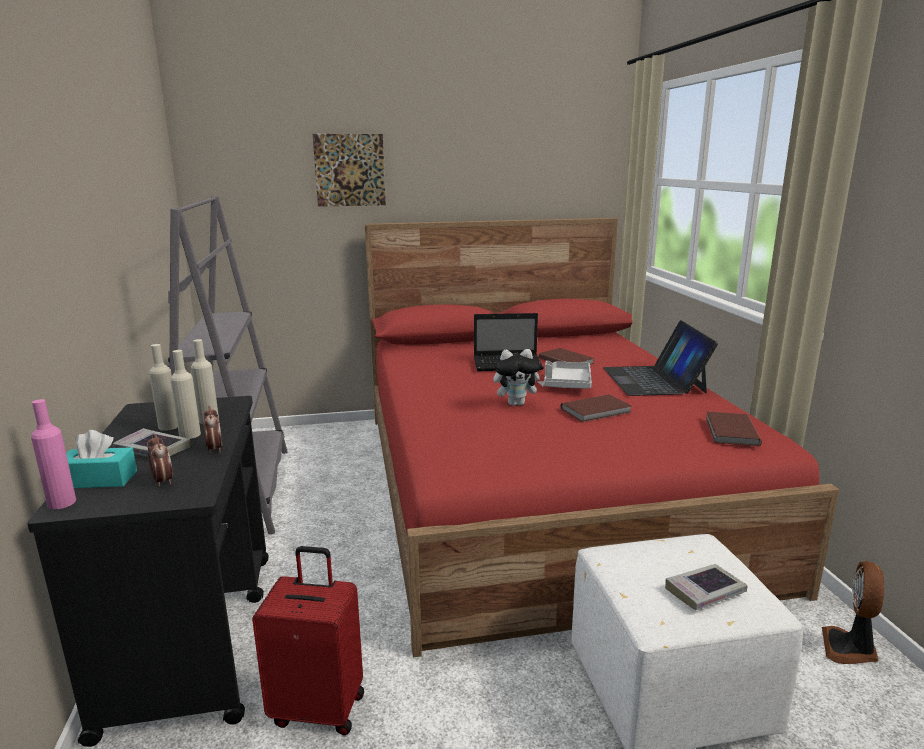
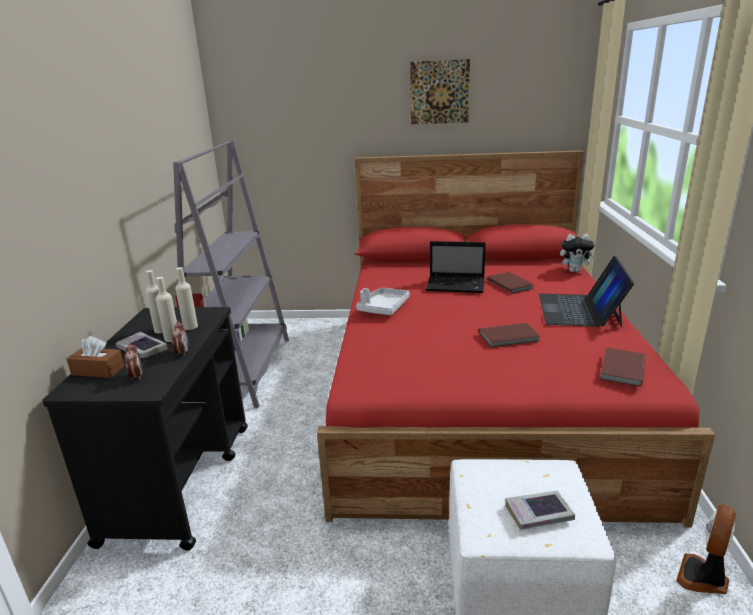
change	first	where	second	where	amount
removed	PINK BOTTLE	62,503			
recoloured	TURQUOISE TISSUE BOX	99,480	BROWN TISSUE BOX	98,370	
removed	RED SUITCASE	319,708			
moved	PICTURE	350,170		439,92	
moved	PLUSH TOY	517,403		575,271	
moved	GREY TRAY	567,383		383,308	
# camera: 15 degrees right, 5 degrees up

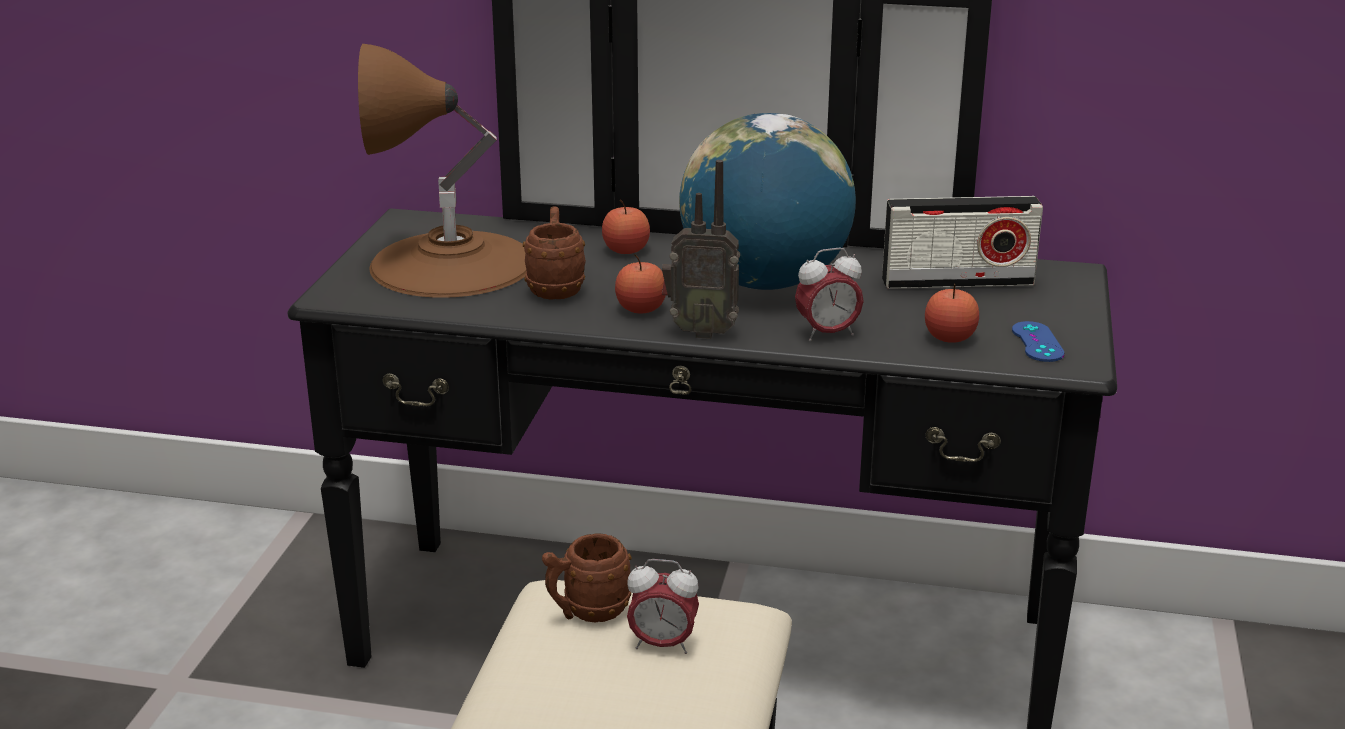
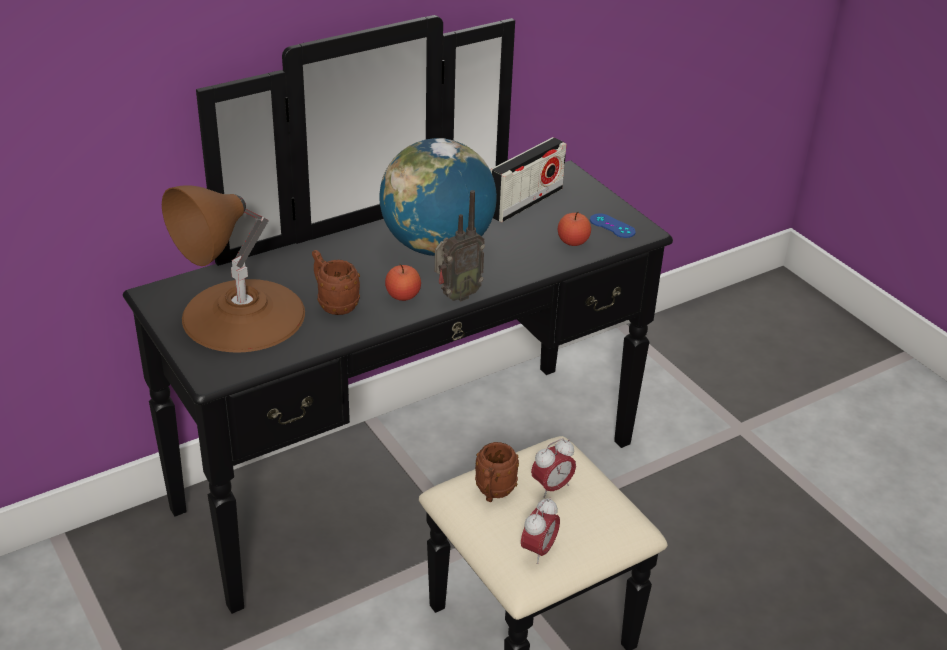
change	first	where	second	where	amount
removed	APPLE	626,250			
moved	ALARM CLOCK	827,334		538,550	
# camera: 45 degrees left, 10 degrees up

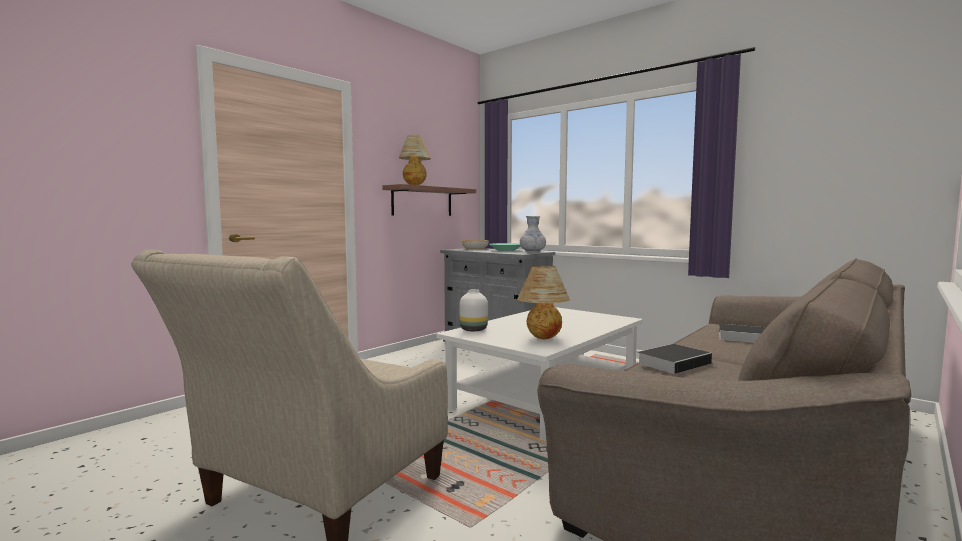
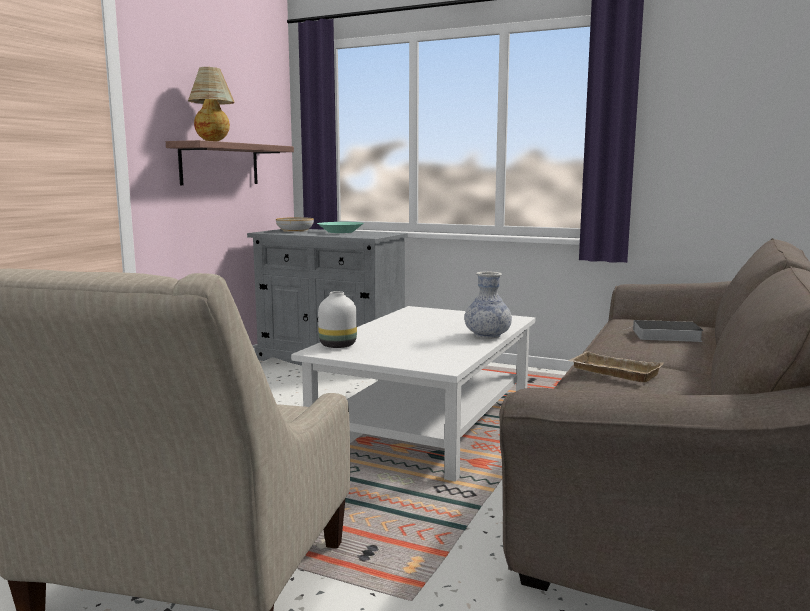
change	first	where	second	where	amount
removed	TABLE LAMP	542,338			
moved	VASE	532,252		487,335	
replaced	BOOK	674,362	BEIGE TRAY	612,373	
# camera: 15 degrees left, 5 degrees up

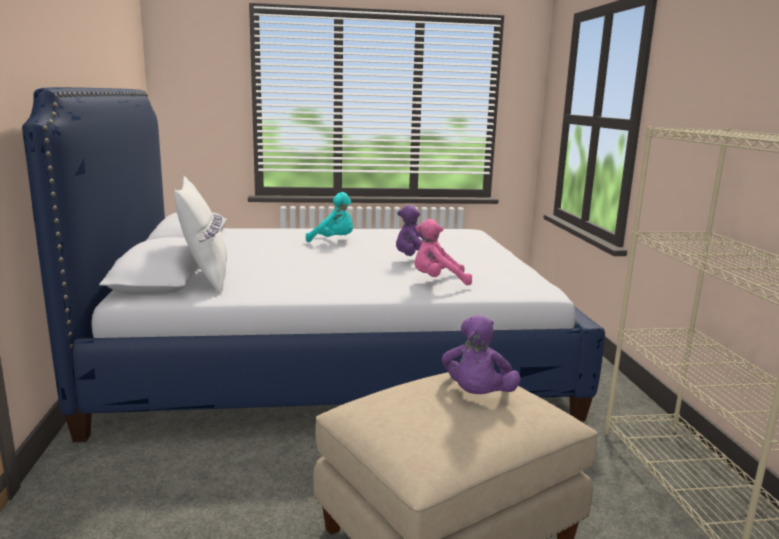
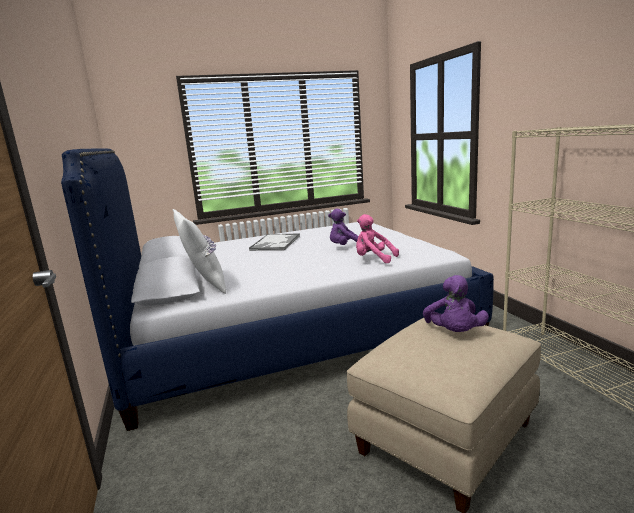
change	first	where	second	where	amount
replaced	TURQUOISE PLUSH TOY	334,241	TRAY	275,243	
turned	PINK PLUSH TOY	438,281		373,259	45 degrees clockwise
# camera: 10 degrees left, 0 degrees up

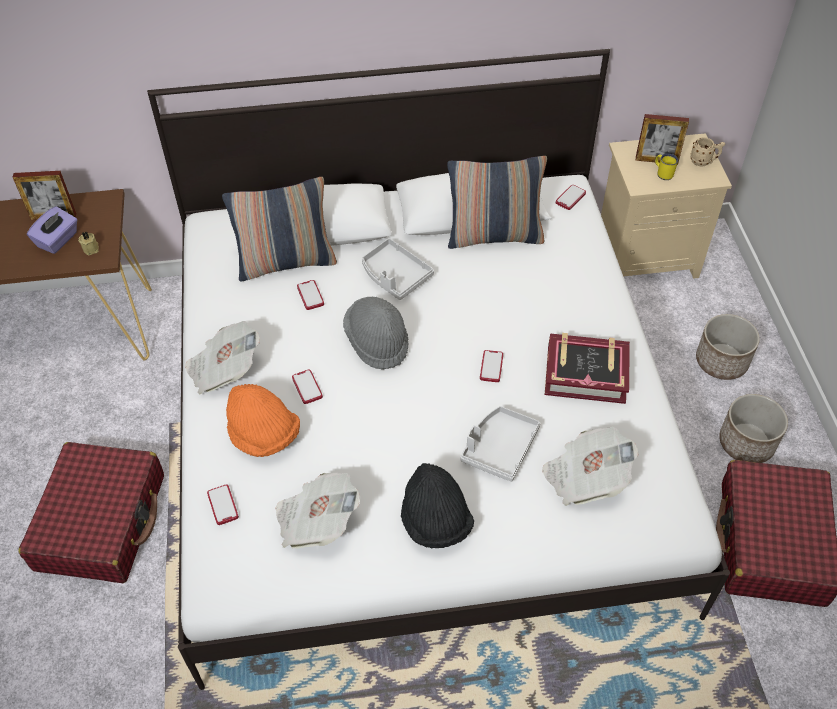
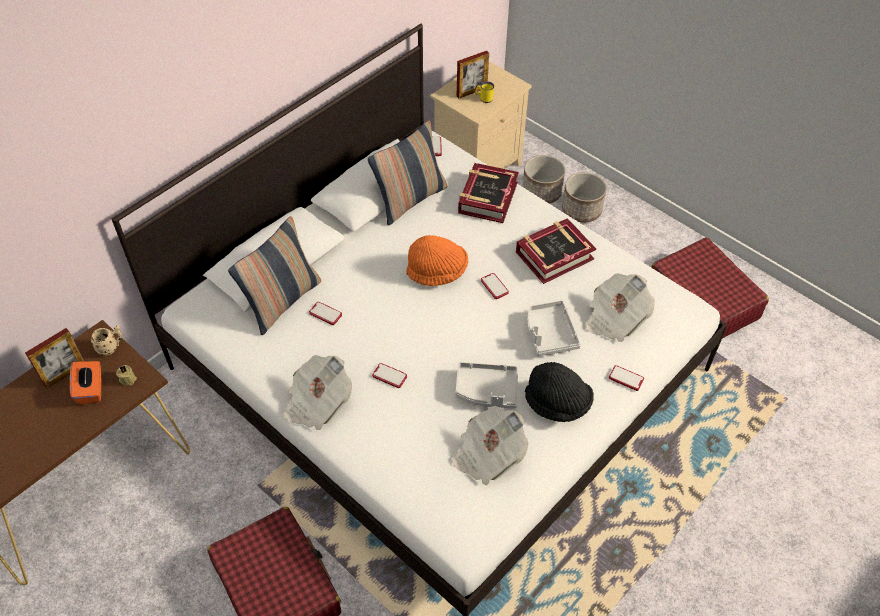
change	first	where	second	where	amount
recoloured	PURPLE TISSUE BOX	58,240	ORANGE TISSUE BOX	91,389	
moved	PHONE	223,505		626,378	
moved	ORANGE HAT	264,435		437,272	
removed	GREY HAT	377,342			
moved	GREY TRAY	395,276		487,390	
moved	BEIGE MUG	704,162		111,347	
moved	PLANTER	746,443		542,192	
added			BOOK	487,198	
# camera: 40 degrees left, 0 degrees up

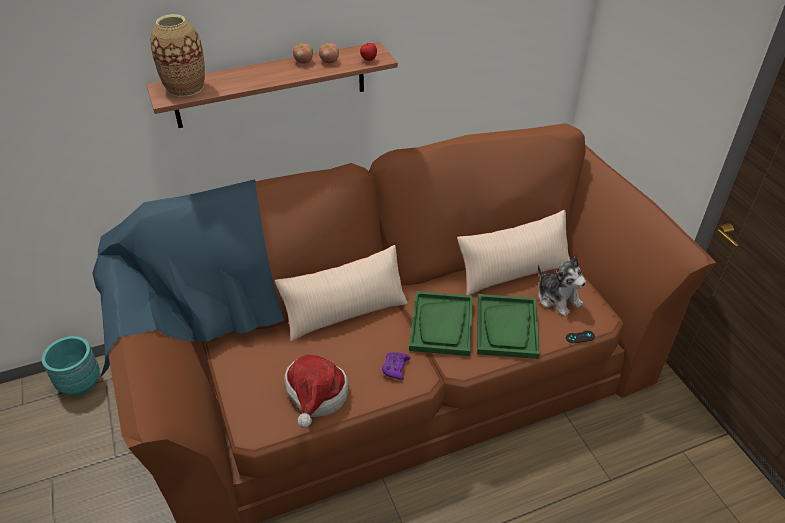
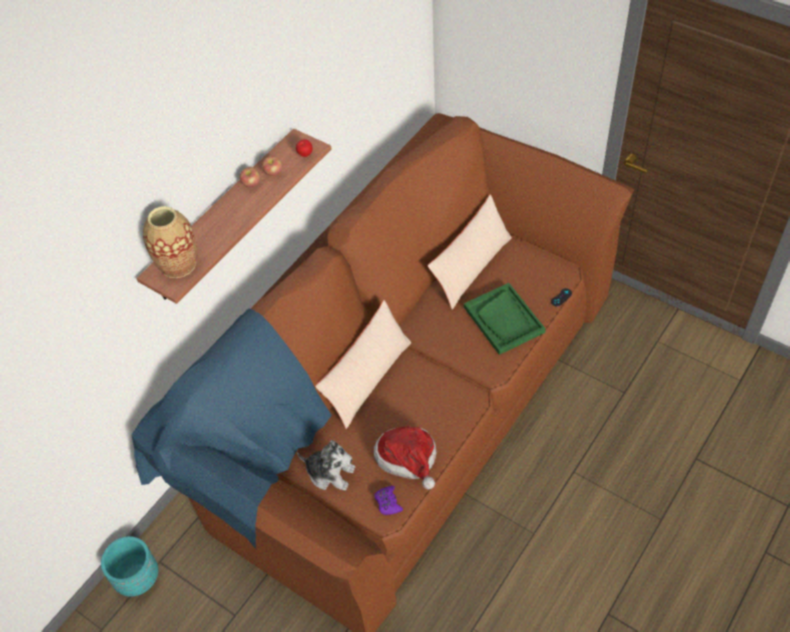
change	first	where	second	where	amount
moved	PURPLE GAME CONTROLLER	395,367		388,503	
removed	GREEN TRAY	442,325			
moved	PLUSH TOY	557,298		330,473	
# camera: 30 degrees left, 10 degrees up

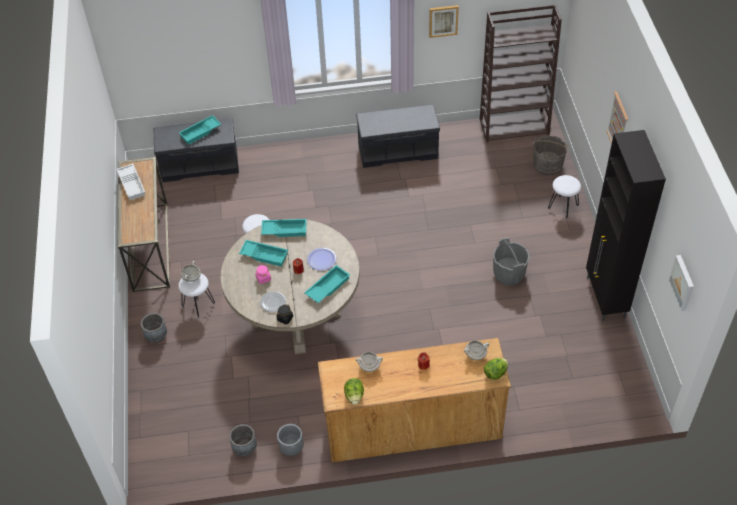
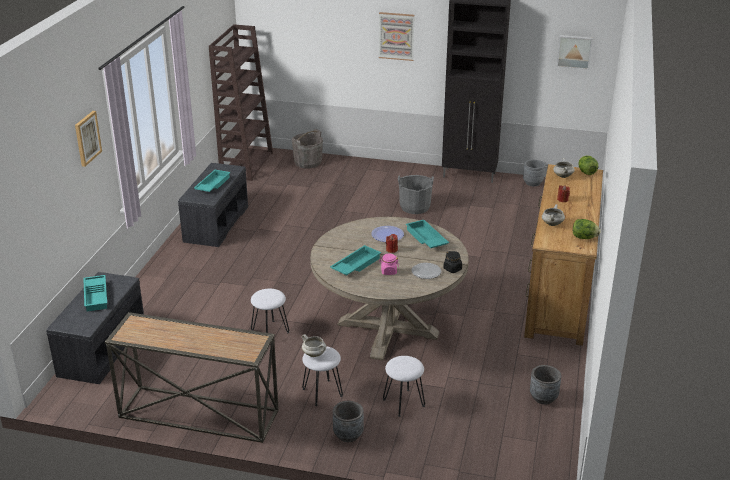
change	first	where	second	where	amount
removed	WHITE TRAY	132,184			
moved	TURQUOISE TRAY	285,229		212,184	
moved	GREY PLANTER	291,448		532,183	
moved	PICTURE	443,20		87,138	
moved	WHITE STOOL	562,207		403,403	
# camera: 70 degrees left, 20 degrees down

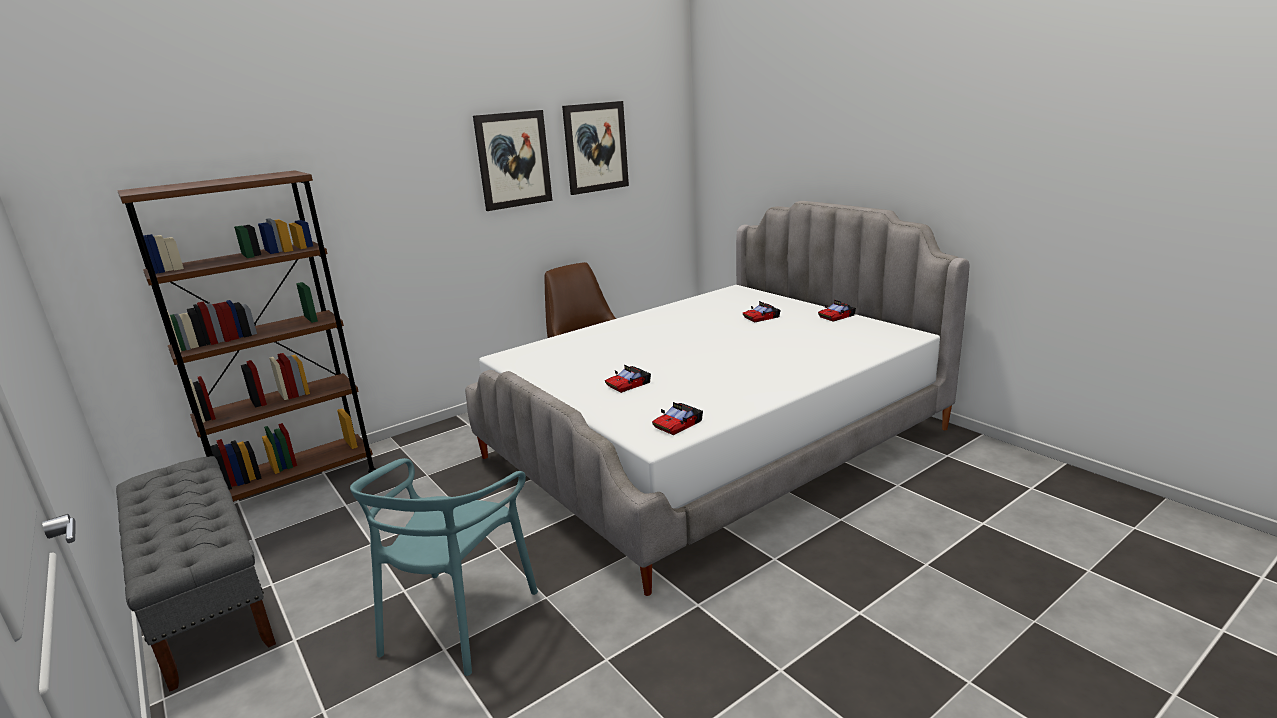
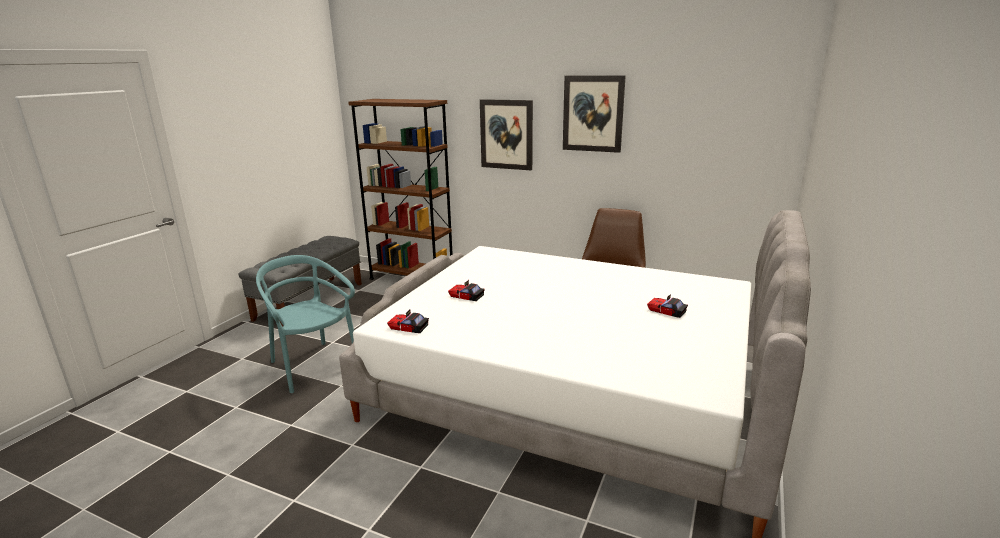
change	first	where	second	where	amount
turned	TURQUOISE CHAIR	457,619		313,366	60 degrees clockwise
moved	PICTURE	595,147		506,134	
removed	TOY CAR	836,316			
# camera: 60 degrees right, 0 degrees up

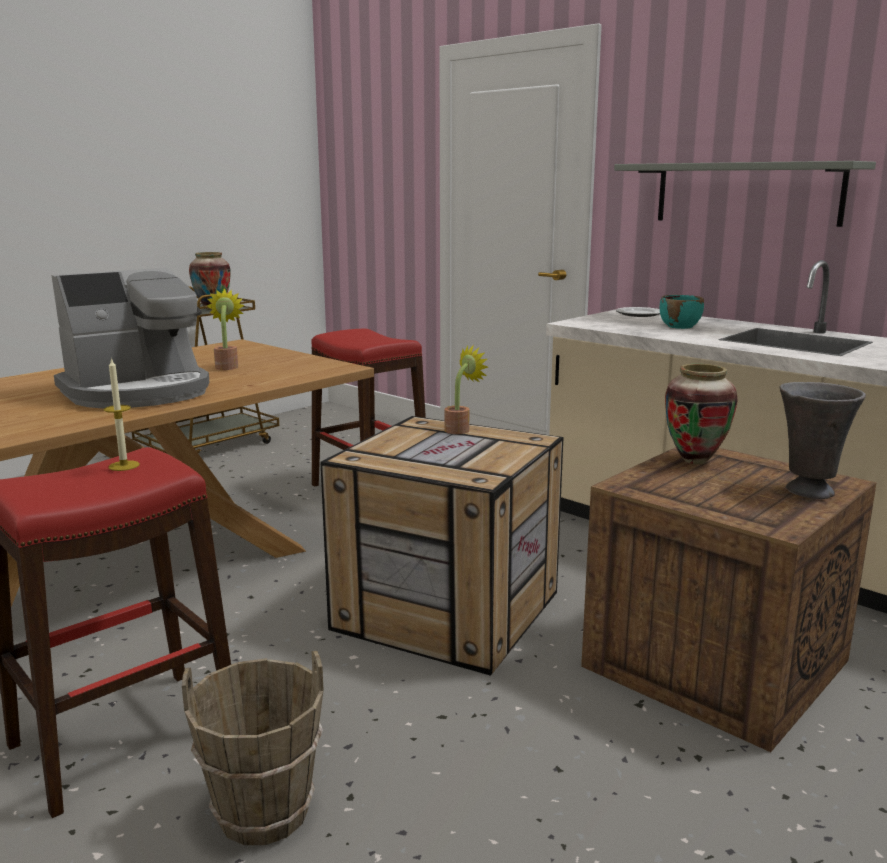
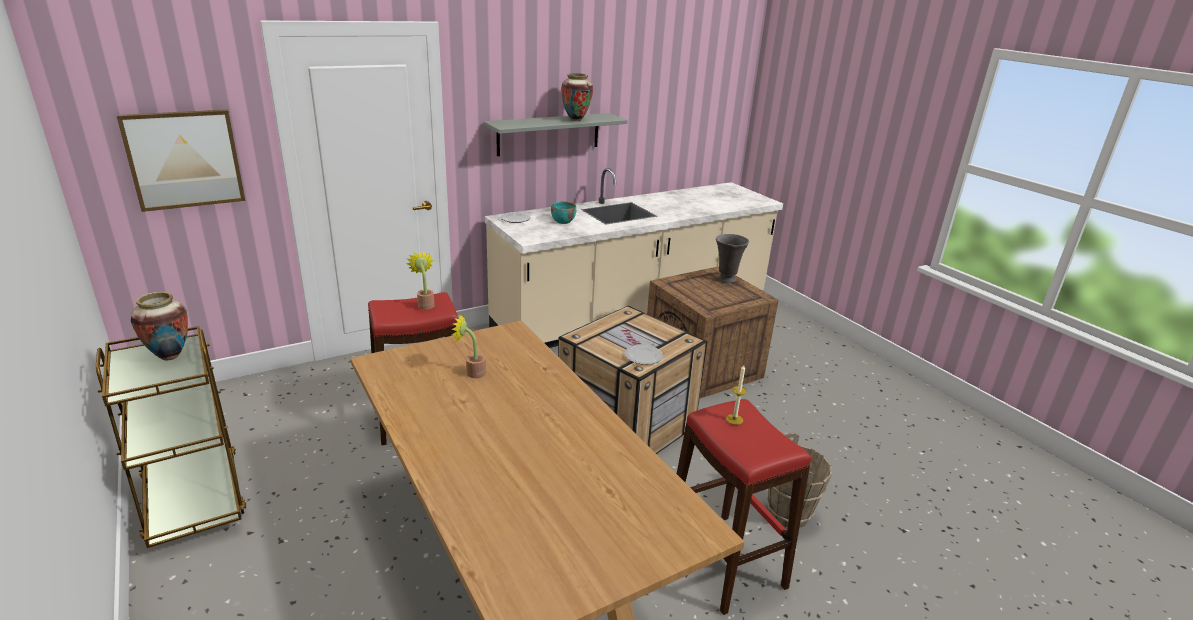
change	first	where	second	where	amount
removed	COFFEE MACHINE	138,392			
moved	POTTED PLANT	461,429		425,304	
moved	VASE	695,461		576,120	
added			PICTURE	184,159	
added			PLATE	643,357	
# camera: 75 degrees left, 10 degrees up

